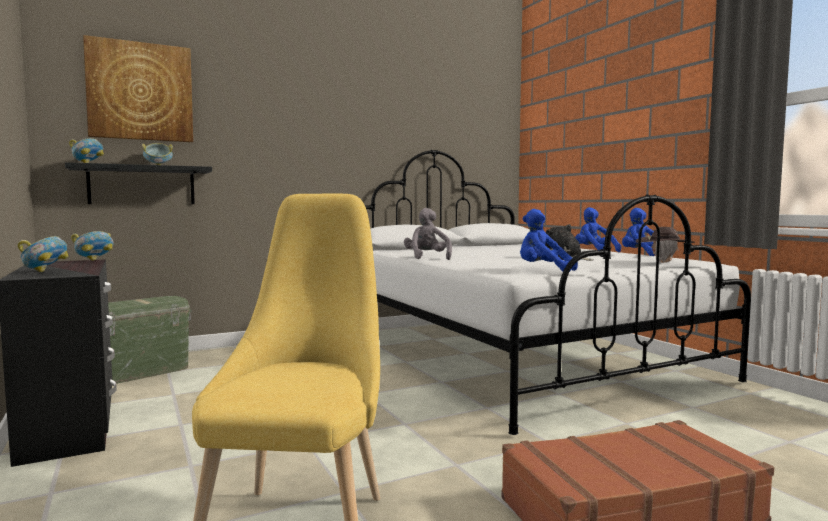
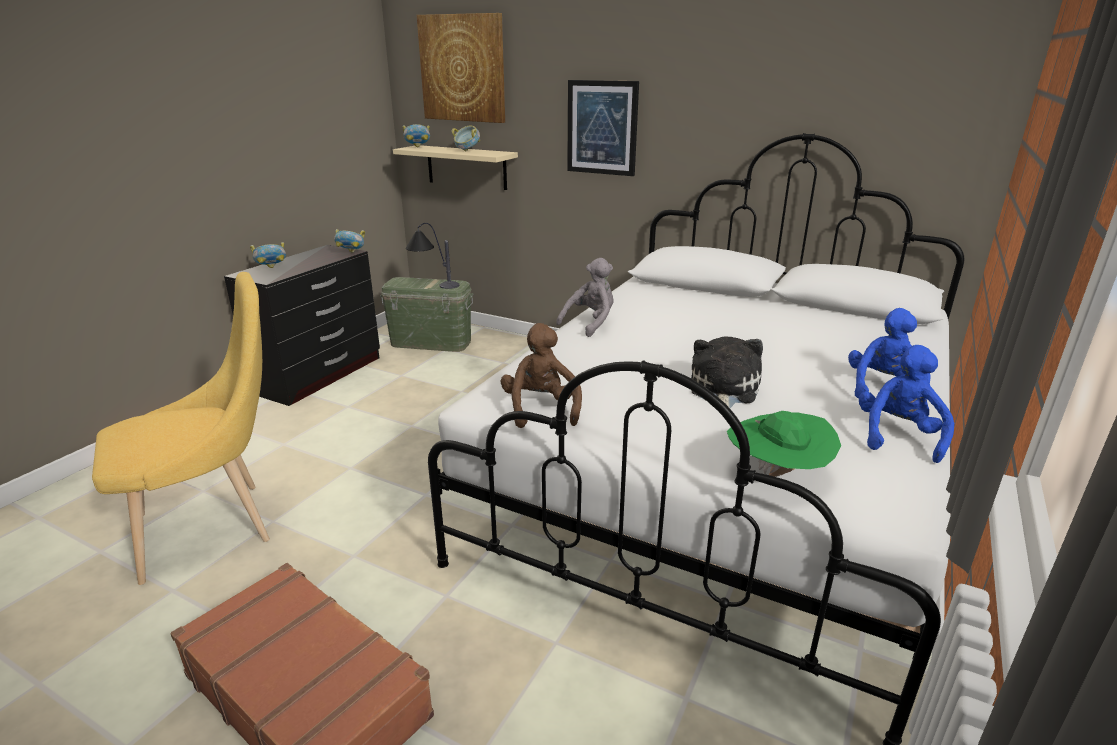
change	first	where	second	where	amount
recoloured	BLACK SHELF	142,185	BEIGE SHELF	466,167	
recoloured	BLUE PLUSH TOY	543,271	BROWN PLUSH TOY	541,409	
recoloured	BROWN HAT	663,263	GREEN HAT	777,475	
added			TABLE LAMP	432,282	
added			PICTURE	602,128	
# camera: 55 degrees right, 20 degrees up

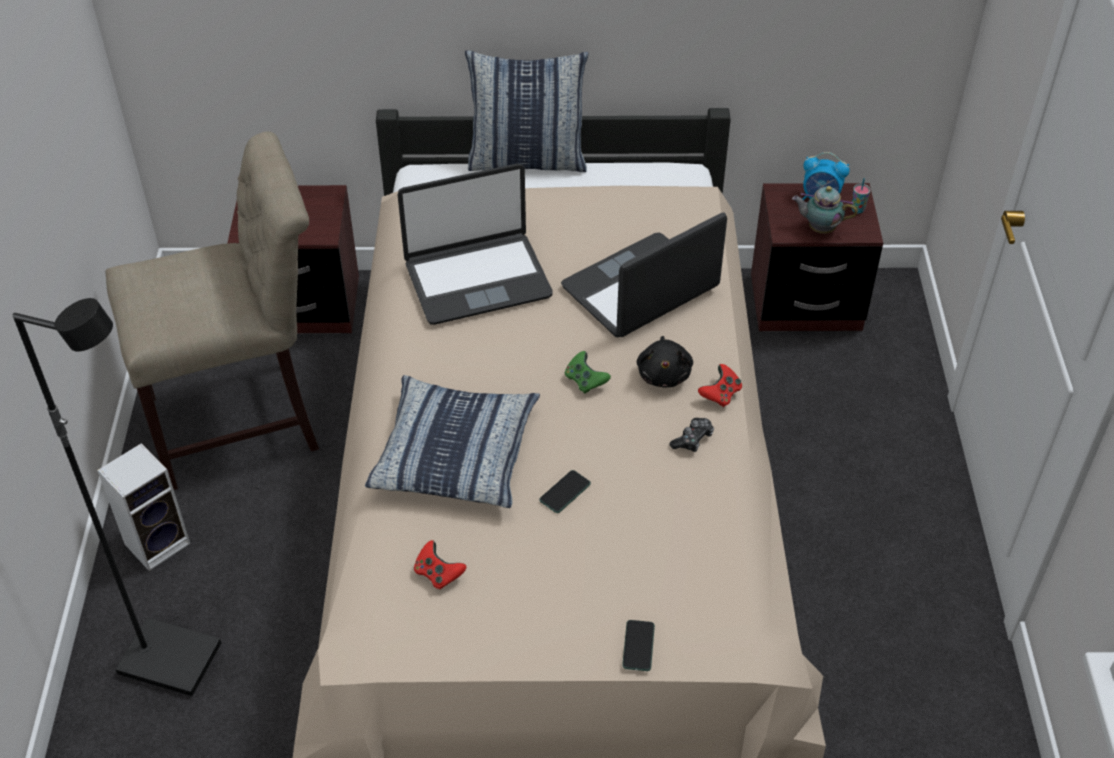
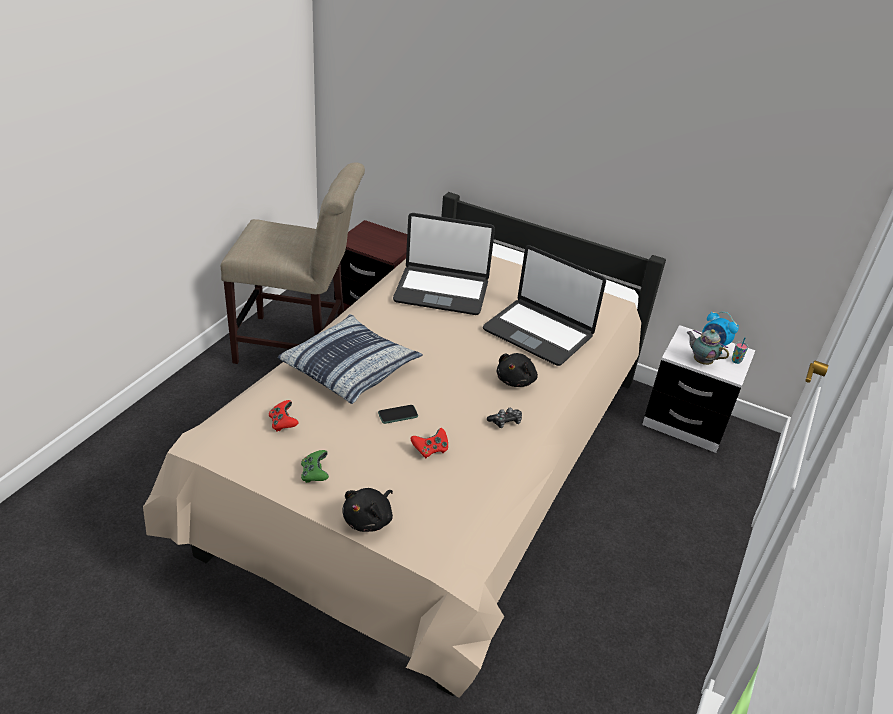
change	first	where	second	where	amount
removed	BLACK FLOOR LAMP	172,658			
removed	SPEAKER	158,542			
removed	PILLOW	527,160			
turned	LAPTOP	641,289		538,332	135 degrees counterclockwise
moved	GREEN GAME CONTROLLER	585,381		315,474	
replaced	PHONE	638,646	BLACK PLUSH TOY	369,519	
moved	RED GAME CONTROLLER	720,394		430,450	
recoloured	BROWN NIGHTSTAND	805,303	WHITE NIGHTSTAND	685,422	
# camera: 25 degrees right, 10 degrees down

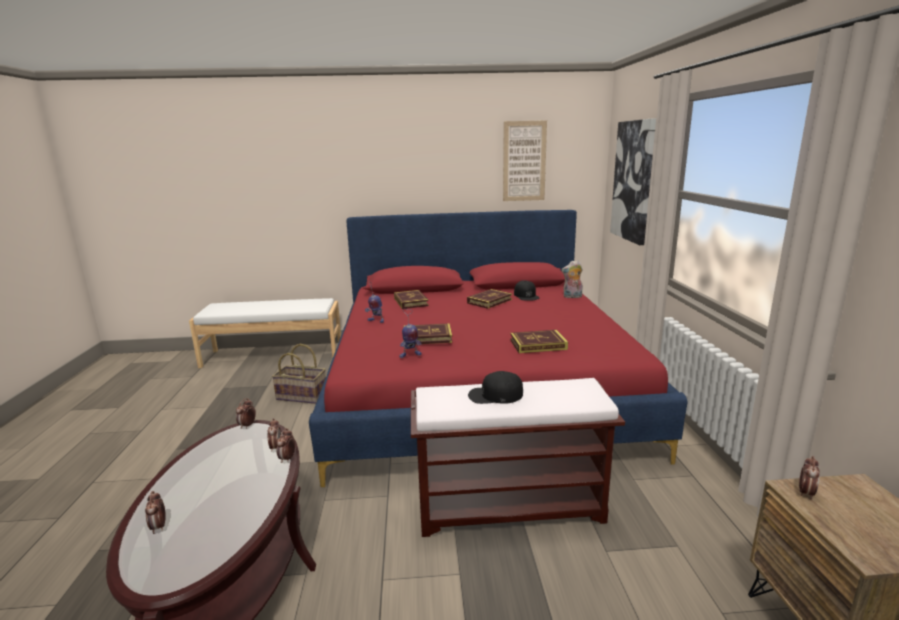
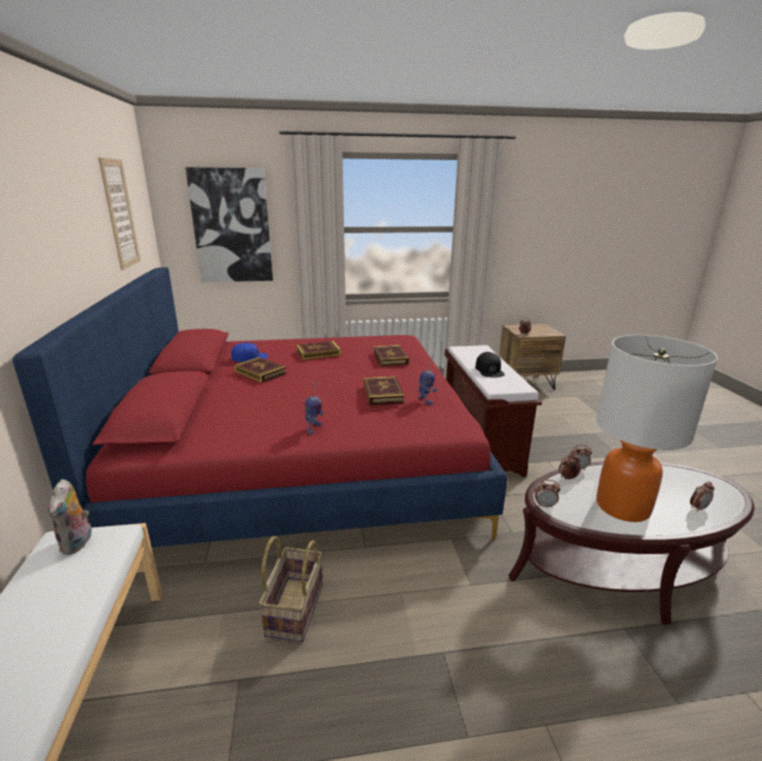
change	first	where	second	where	amount
moved	BOOK	411,302		318,353	
recoloured	BLACK CAP	526,295	BLUE CAP	250,357	
moved	PLUSH TOY	572,297		78,543	
added			TABLE LAMP	622,507	
# camera: 95 degrees left, 5 degrees up

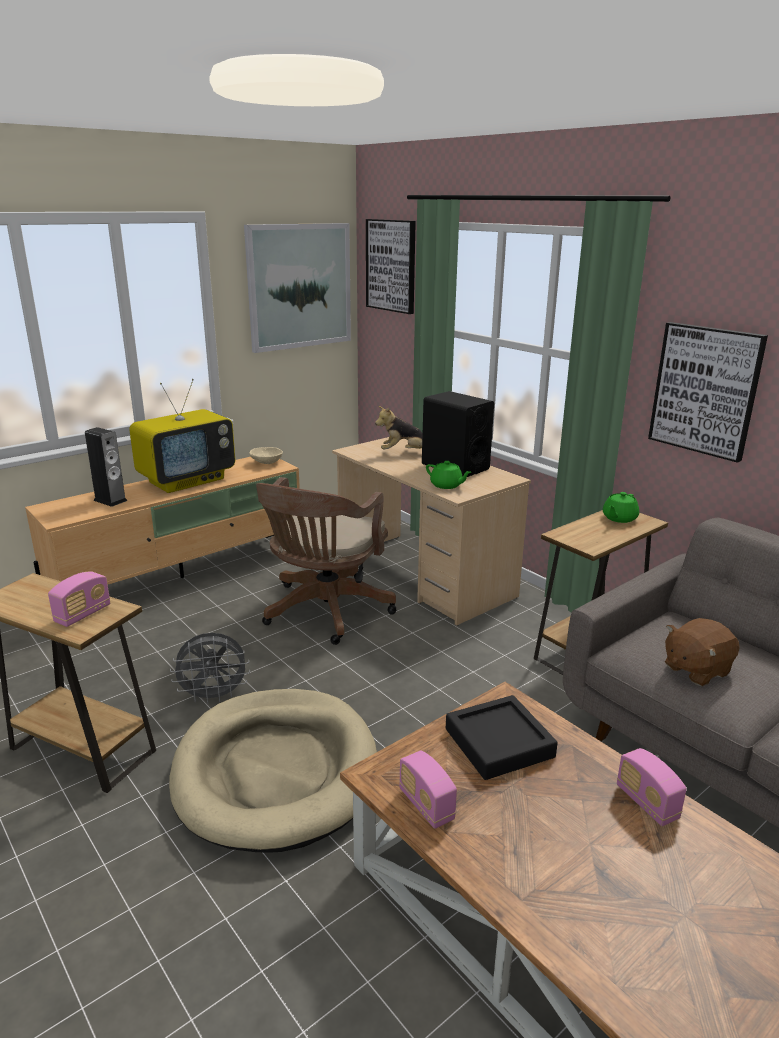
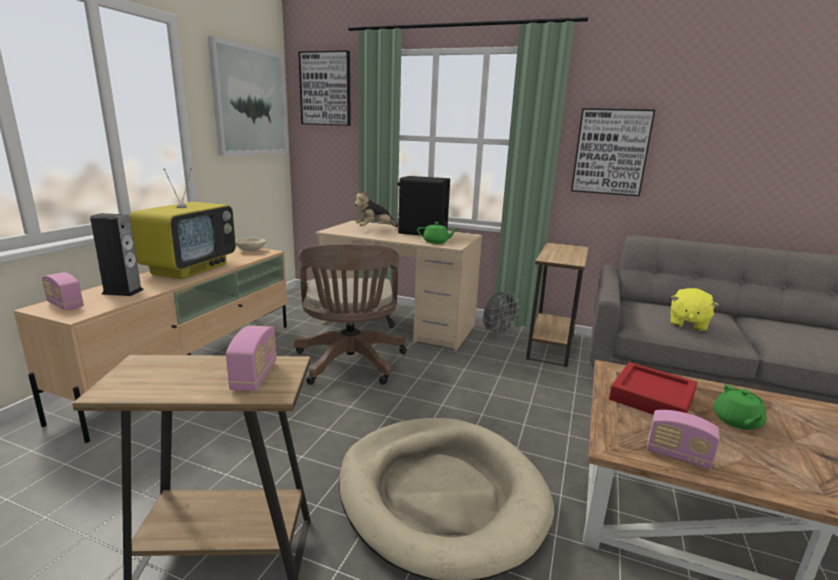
change	first	where	second	where	amount
moved	GREY FAN	214,696		497,333	
recoloured	BLACK TRAY	499,743	RED TRAY	651,397	
moved	GREEN TEAPOT	619,518		736,421	
moved	RADIO	646,803		65,305	
recoloured	BROWN PLUSH TOY	695,669	YELLOW PLUSH TOY	687,324	
# camera: 30 degrees left, 5 degrees down

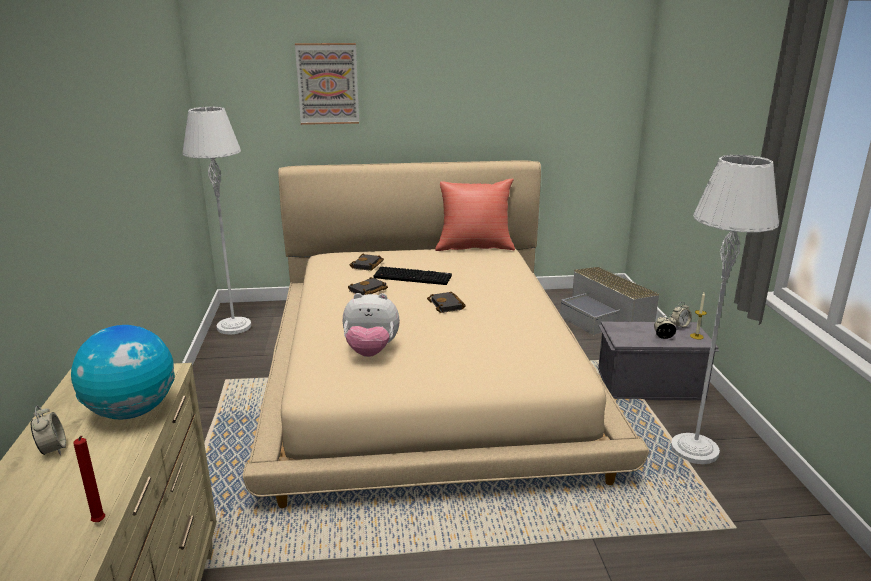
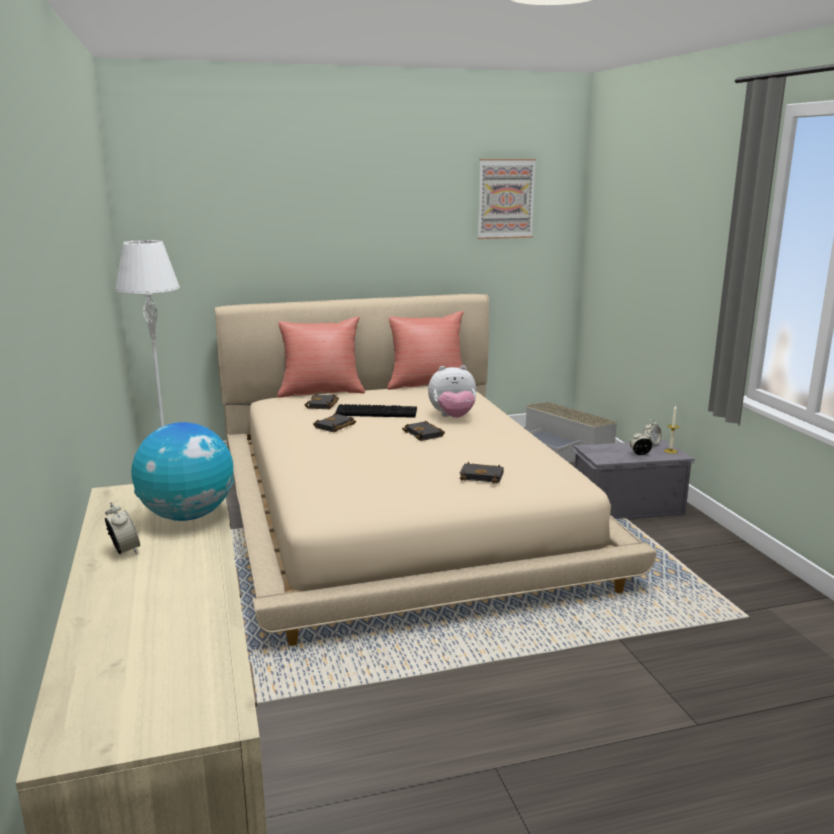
change	first	where	second	where	amount
removed	RED CANDLE	99,523			
moved	PICTURE	327,84		505,199	
moved	PLUSH TOY	371,352		453,417	
removed	WHITE FLOOR LAMP	694,450			
added			RED PILLOW	321,392	
added			BLACK BOOK	483,476	
# camera: 10 degrees left, 5 degrees down

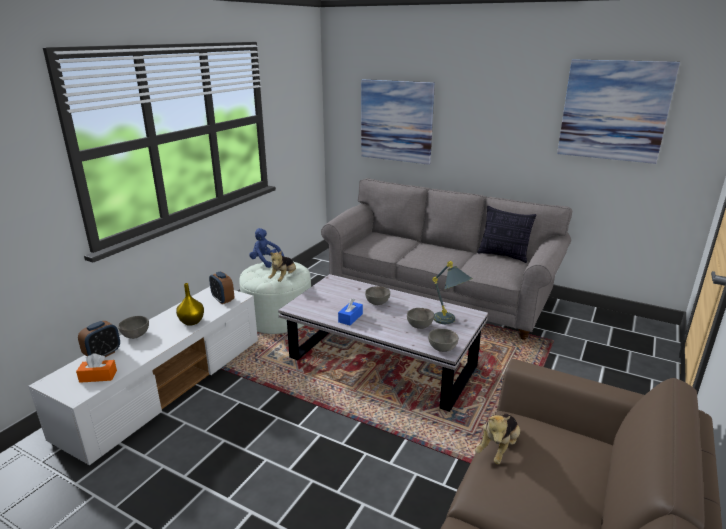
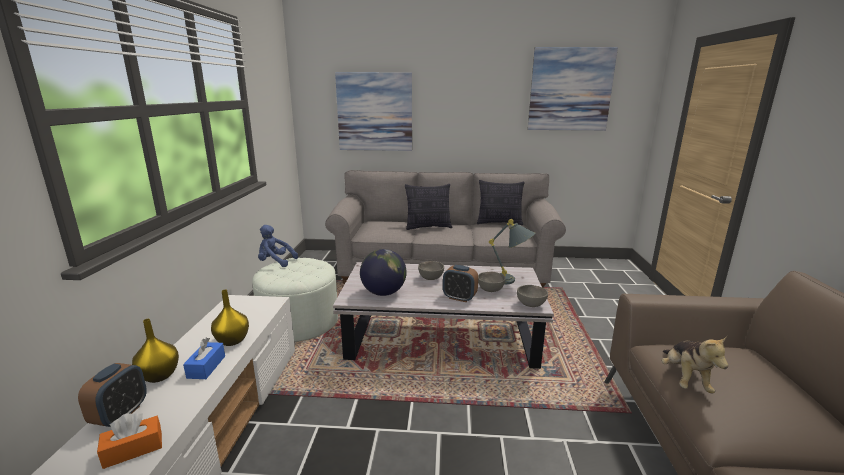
change	first	where	second	where	amount
replaced	GREY BOWL	135,335	YELLOW VASE	158,376	
moved	ALARM CLOCK	223,300		459,298	
removed	PLUSH TOY	284,278			
moved	BLUE TISSUE BOX	350,318		206,367	
added			GLOBE	383,293	
added			PILLOW	428,227	
# camera: 25 degrees left, 5 degrees down

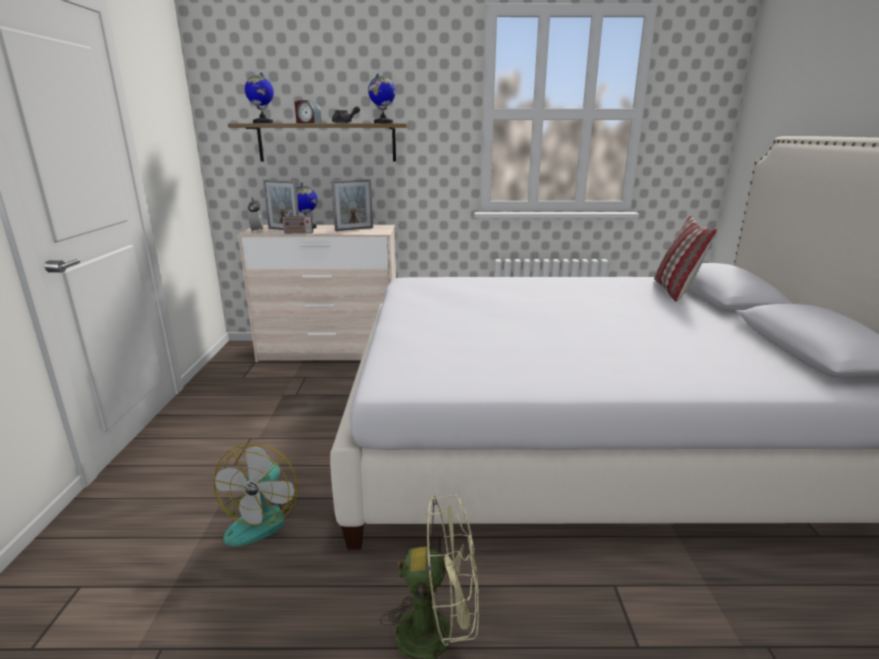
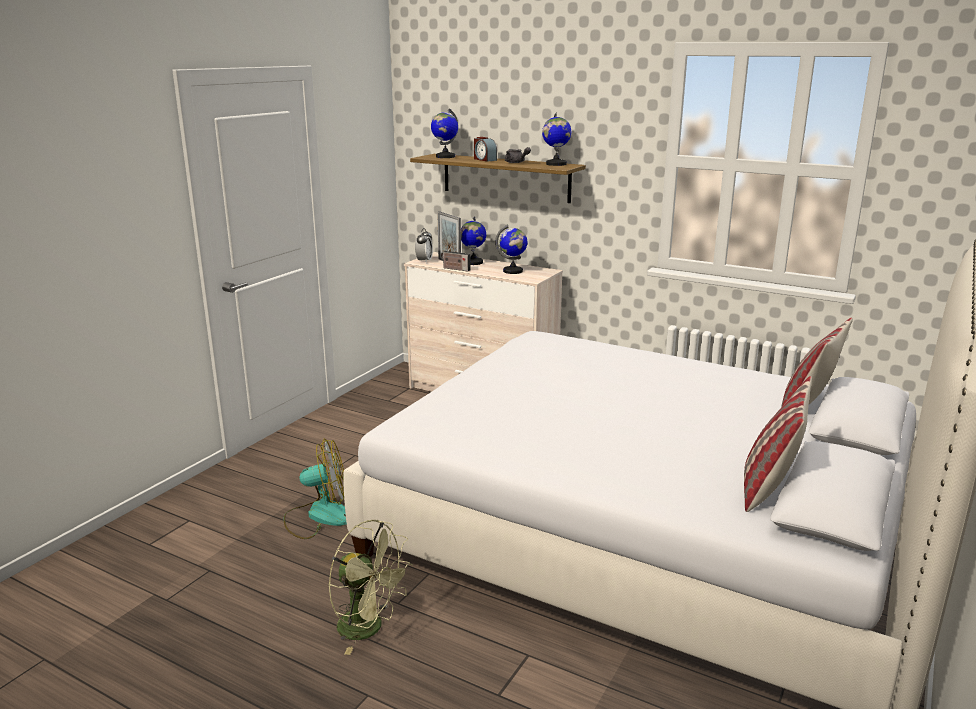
change	first	where	second	where	amount
turned	FAN	262,517		319,516	135 degrees counterclockwise
replaced	PICTURE FRAME	354,229	GLOBE	513,271	
added			PILLOW	769,487	
# camera: 30 degrees right, 0 degrees up

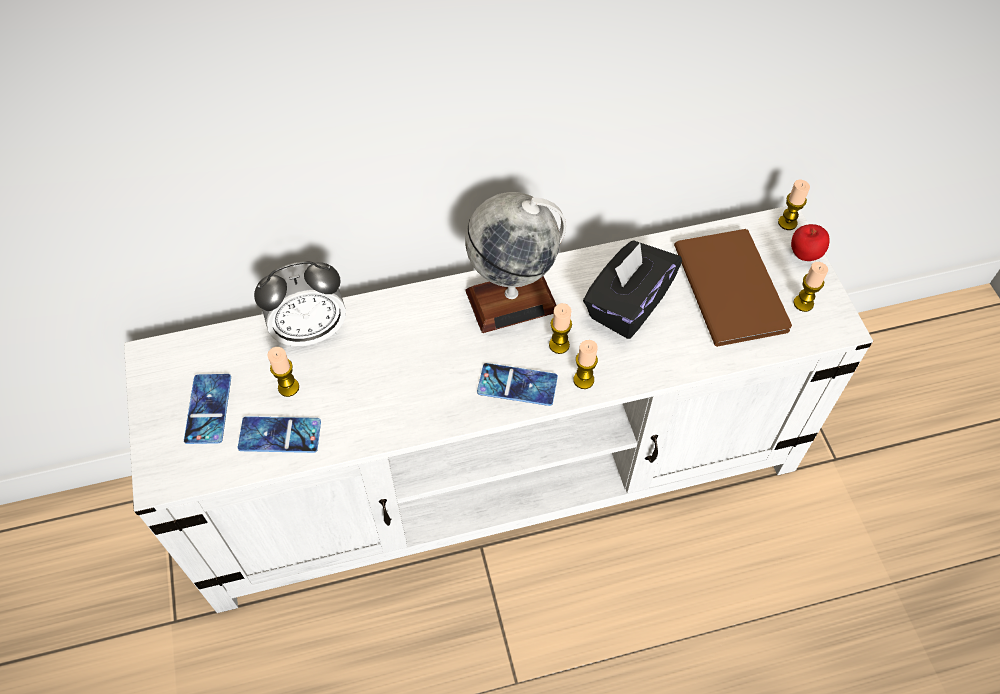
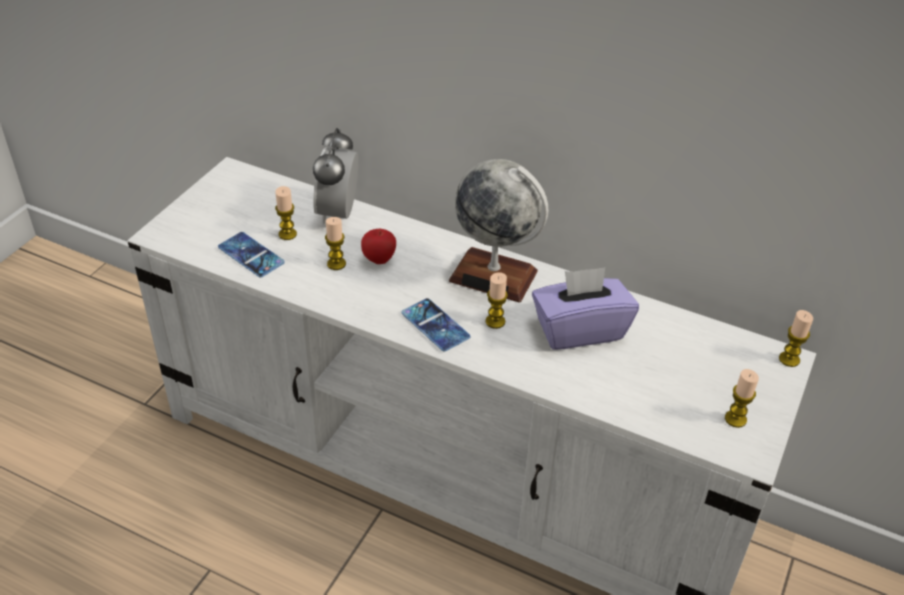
change	first	where	second	where	amount
removed	PHONE	208,409			
turned	ALARM CLOCK	310,331		338,213	75 degrees clockwise
moved	CANDLE	583,380		336,264	
recoloured	BLACK TISSUE BOX	627,304	PURPLE TISSUE BOX	579,329	
removed	BROWN BOOK	732,285			
moved	APPLE	804,255		379,260	
# camera: 40 degrees right, 15 degrees down

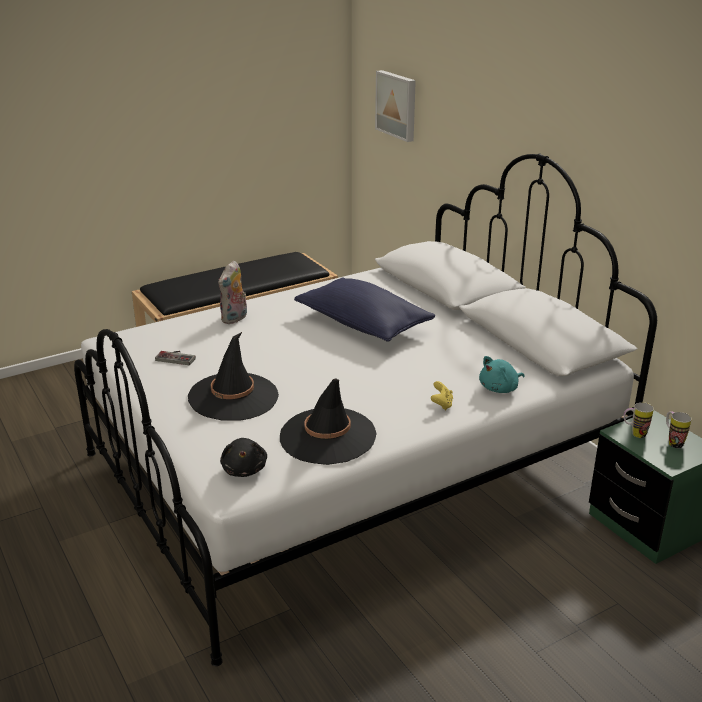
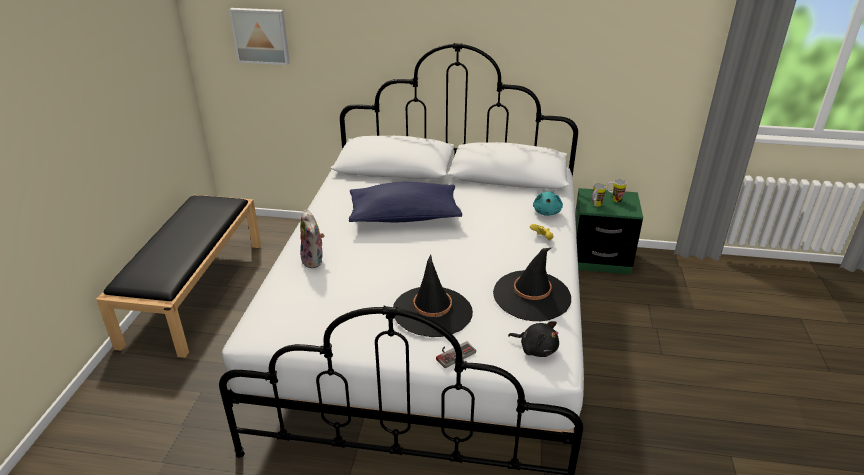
change	first	where	second	where	amount
moved	GAME CONTROLLER	177,357		453,353	
# camera: 50 degrees left, 5 degrees up

